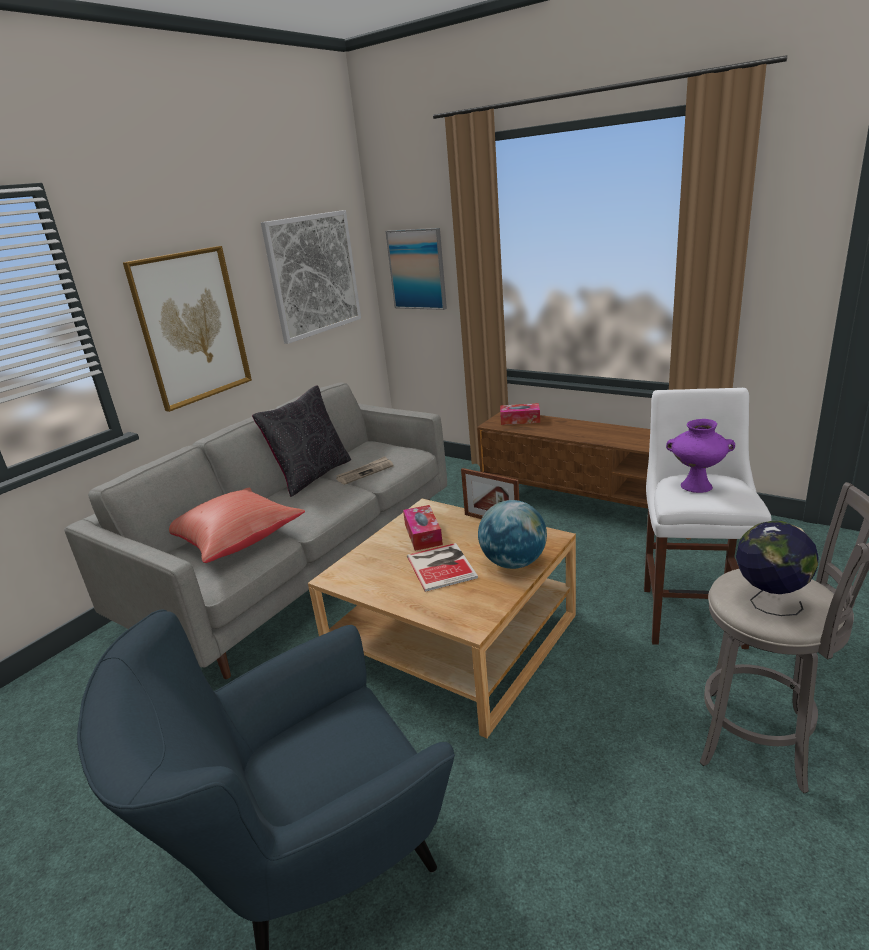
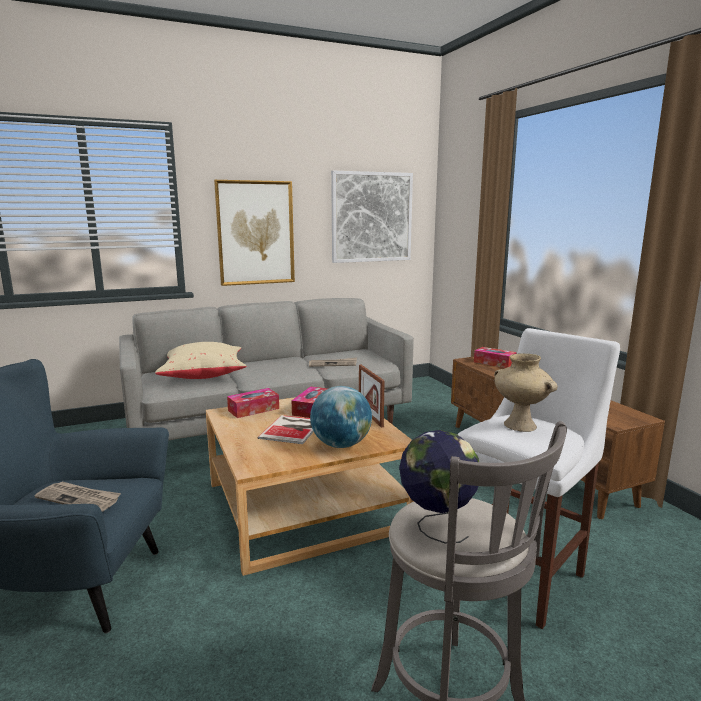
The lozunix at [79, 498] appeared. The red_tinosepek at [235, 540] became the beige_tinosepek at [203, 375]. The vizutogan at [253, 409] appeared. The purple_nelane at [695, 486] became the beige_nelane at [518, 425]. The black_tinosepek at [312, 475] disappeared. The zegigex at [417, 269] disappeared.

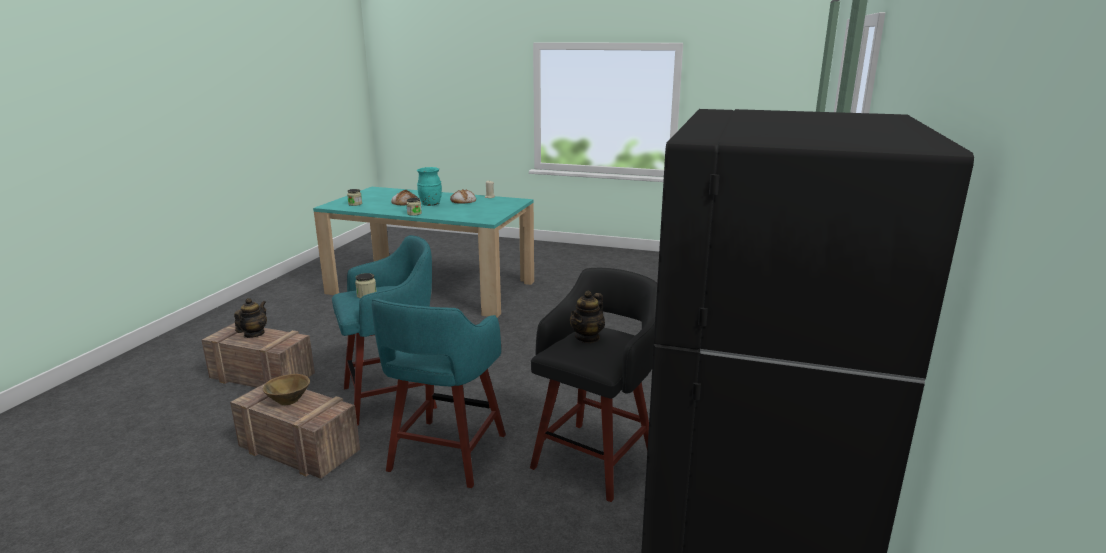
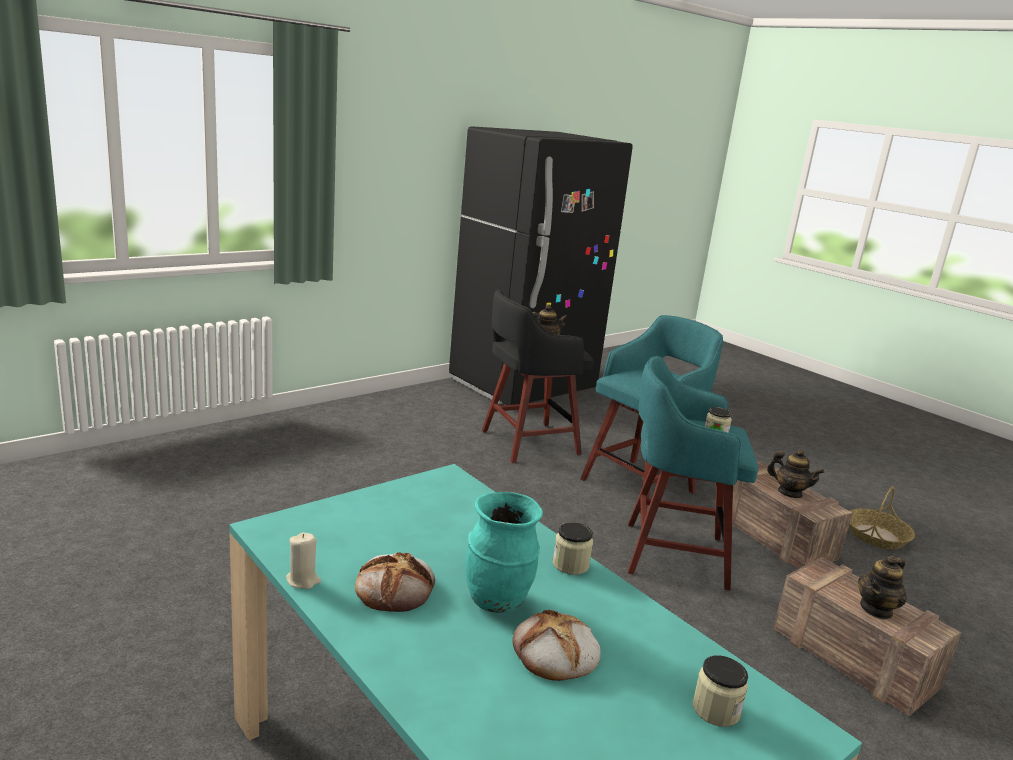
The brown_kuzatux at [289, 400] was replaced by the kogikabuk at [789, 493]. The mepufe at [876, 536] appeared.

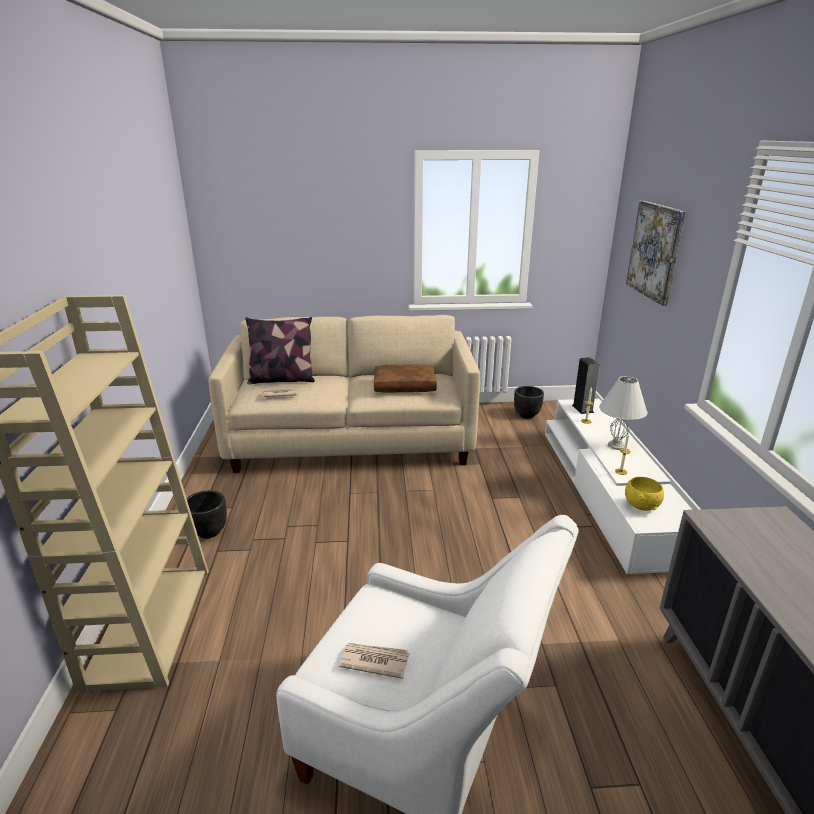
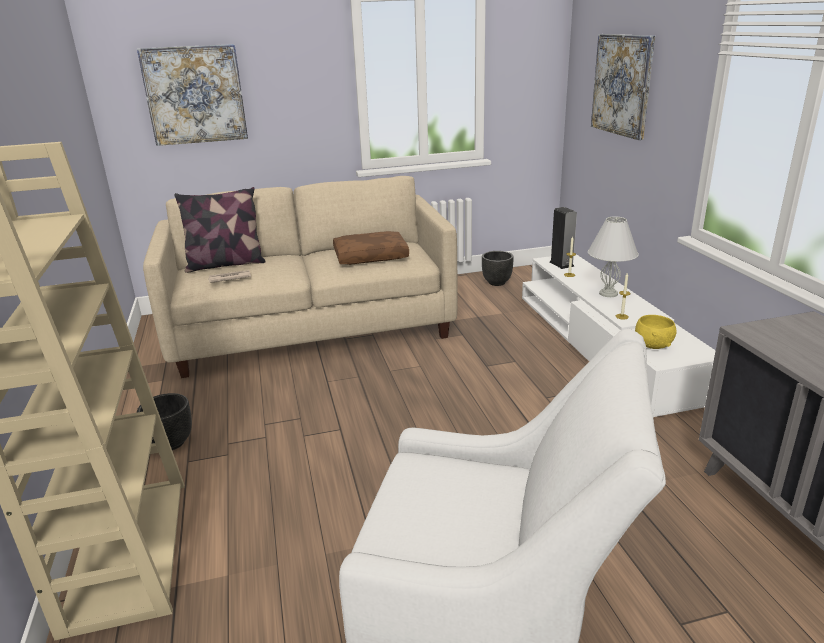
The zegigex at [195, 95] appeared. The lozunix at [374, 661] disappeared.

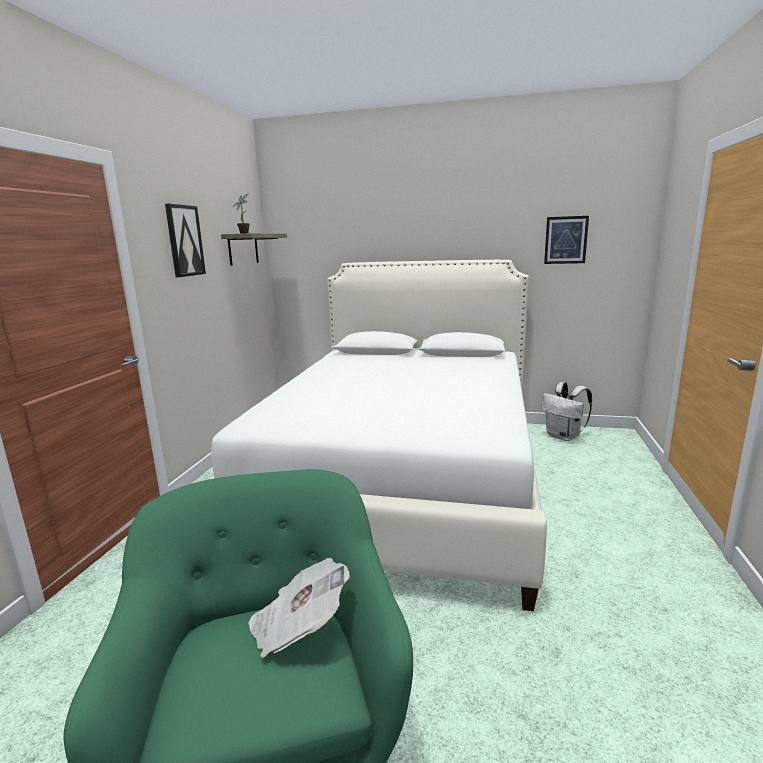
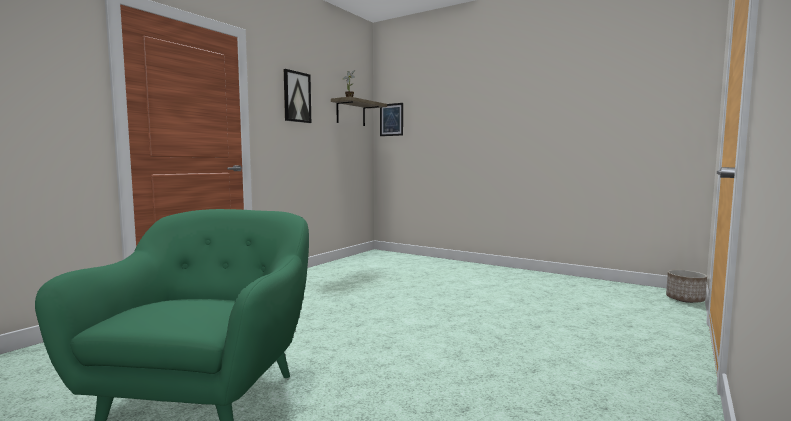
The zegigex moved from [566, 240] to [391, 119]. The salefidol at [685, 299] appeared. The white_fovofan at [403, 478] disappeared. The lozunix at [298, 627] disappeared. The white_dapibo at [564, 436] disappeared.

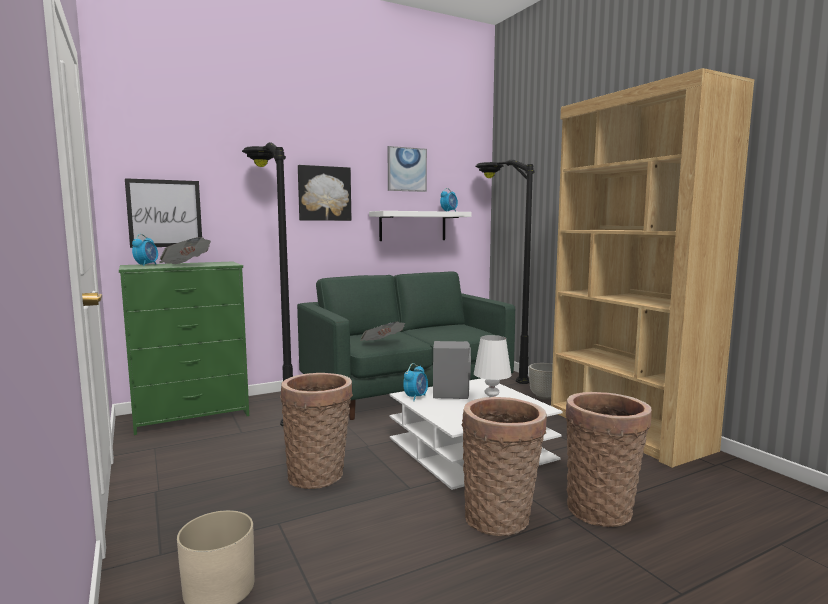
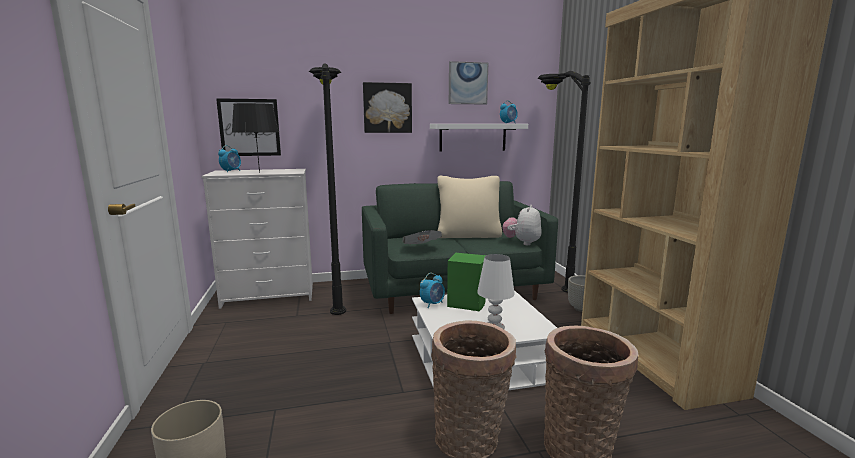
The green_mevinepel at [192, 415] became the white_mevinepel at [270, 295]. The lozunix at [185, 265] was replaced by the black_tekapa at [259, 172]. The beige_tinosepek at [468, 235] appeared. The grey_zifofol at [451, 393] became the green_zifofol at [467, 303]. The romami at [522, 243] appeared. The mepufe at [319, 474] disappeared.

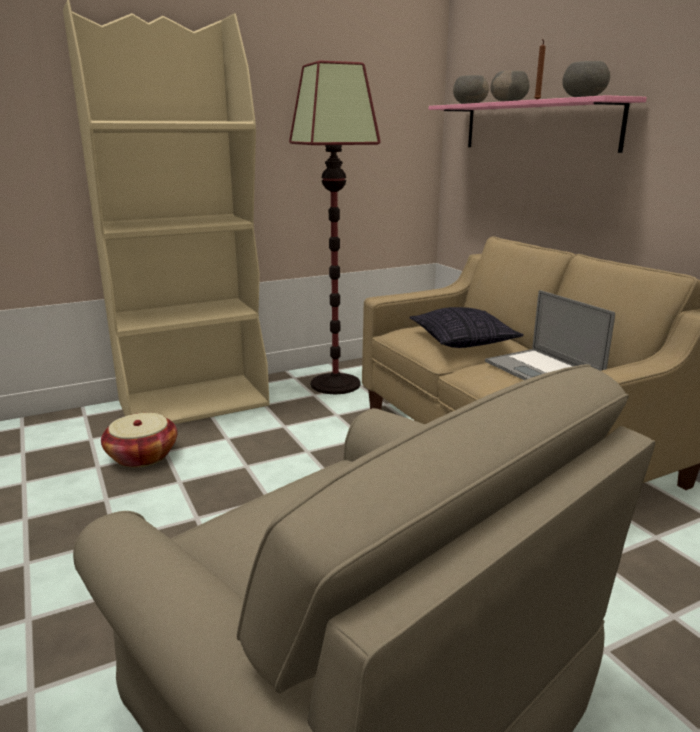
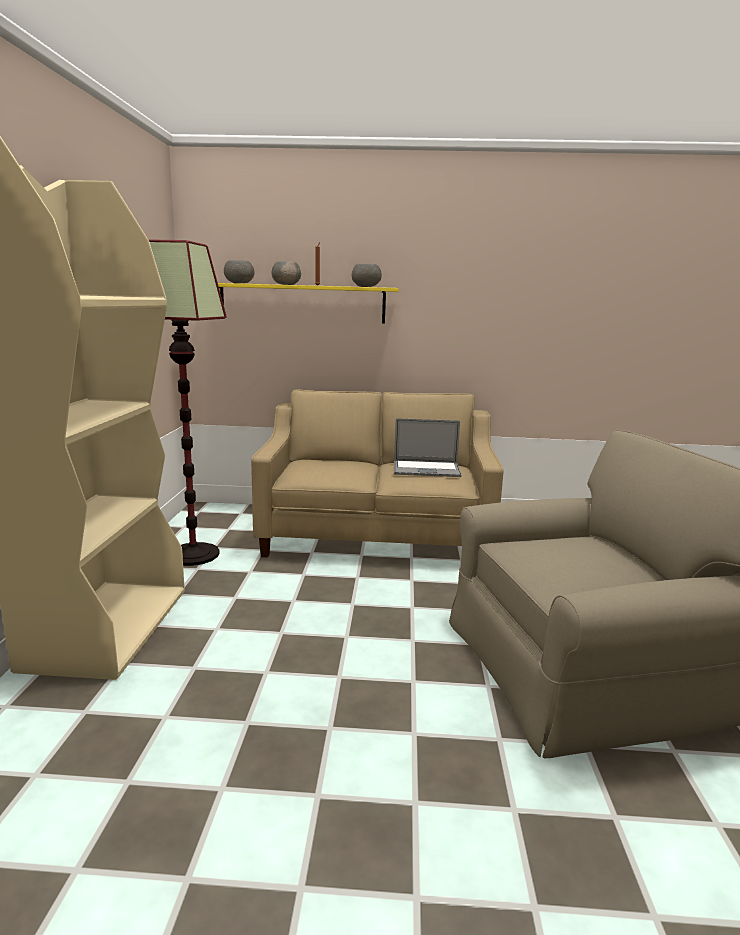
The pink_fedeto at [537, 126] became the yellow_fedeto at [302, 303]. The mepufe at [142, 456] disappeared. The tinosepek at [463, 341] disappeared.

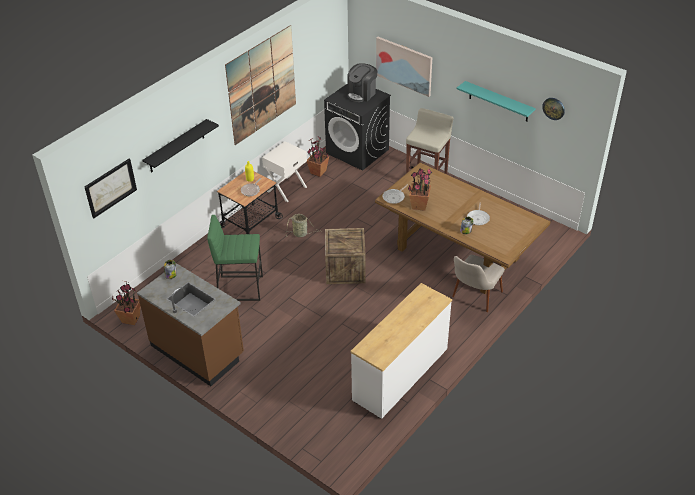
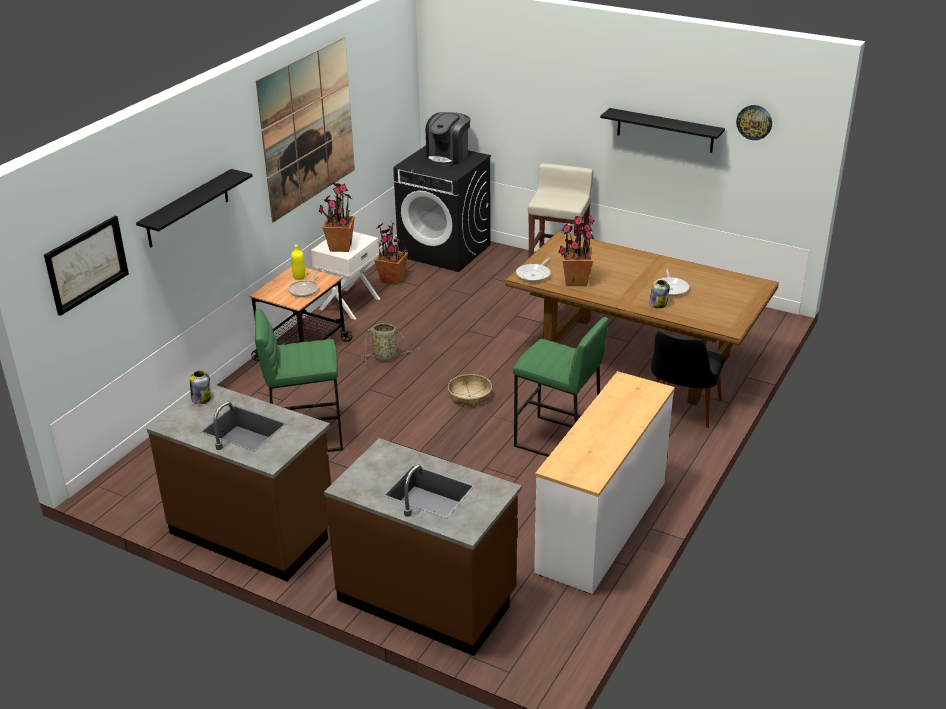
The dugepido moved from [130, 319] to [340, 247]. The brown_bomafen at [427, 597] appeared. The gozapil at [345, 270] was replaced by the mepufe at [469, 396]. The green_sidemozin at [557, 441] appeared. The turquoise_fedeto at [498, 102] became the black_fedeto at [665, 130]. The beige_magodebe at [473, 299] became the black_magodebe at [680, 413]. The zegigex at [404, 65] disappeared.

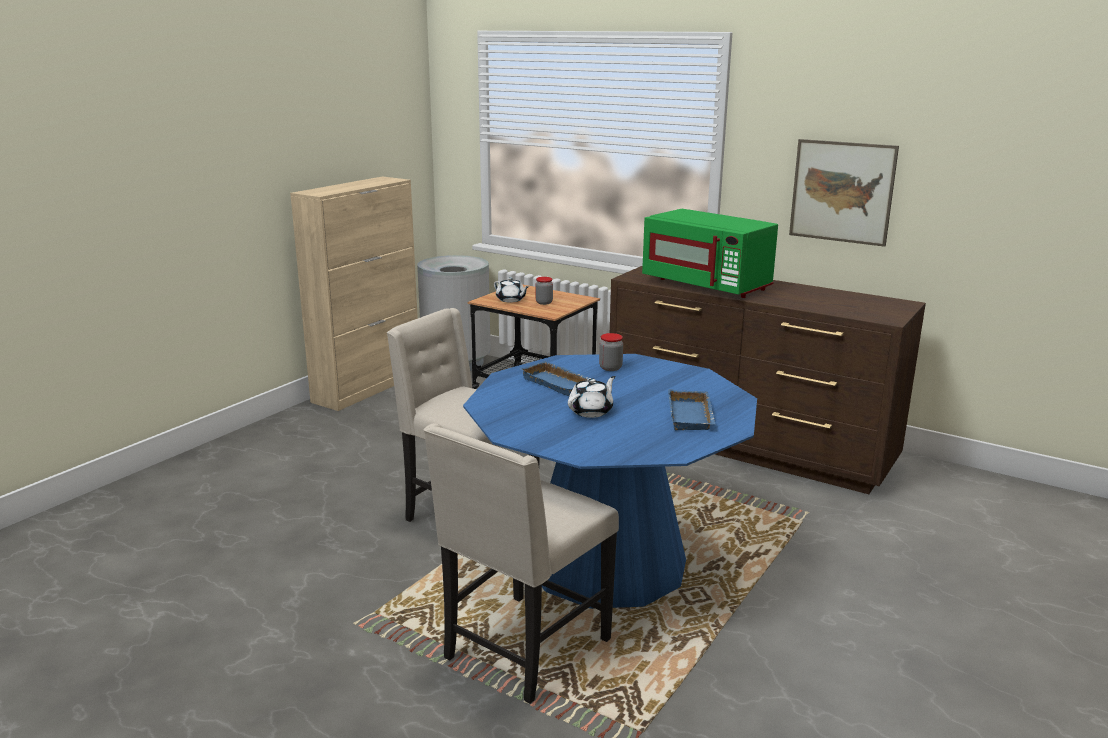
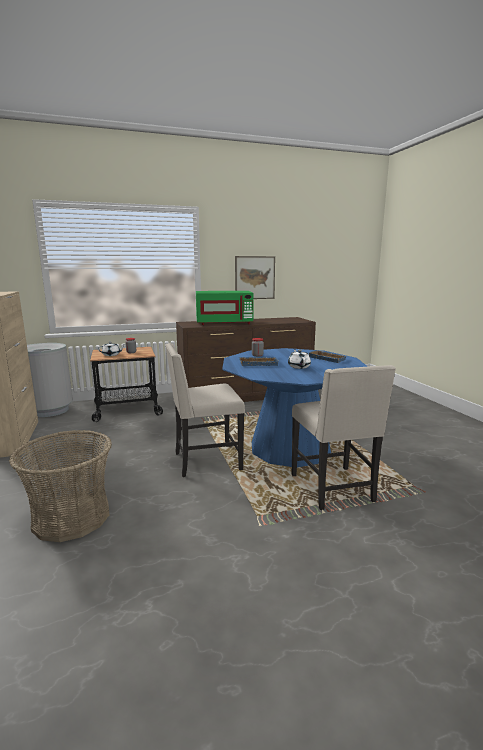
The mepufe at [71, 517] appeared.

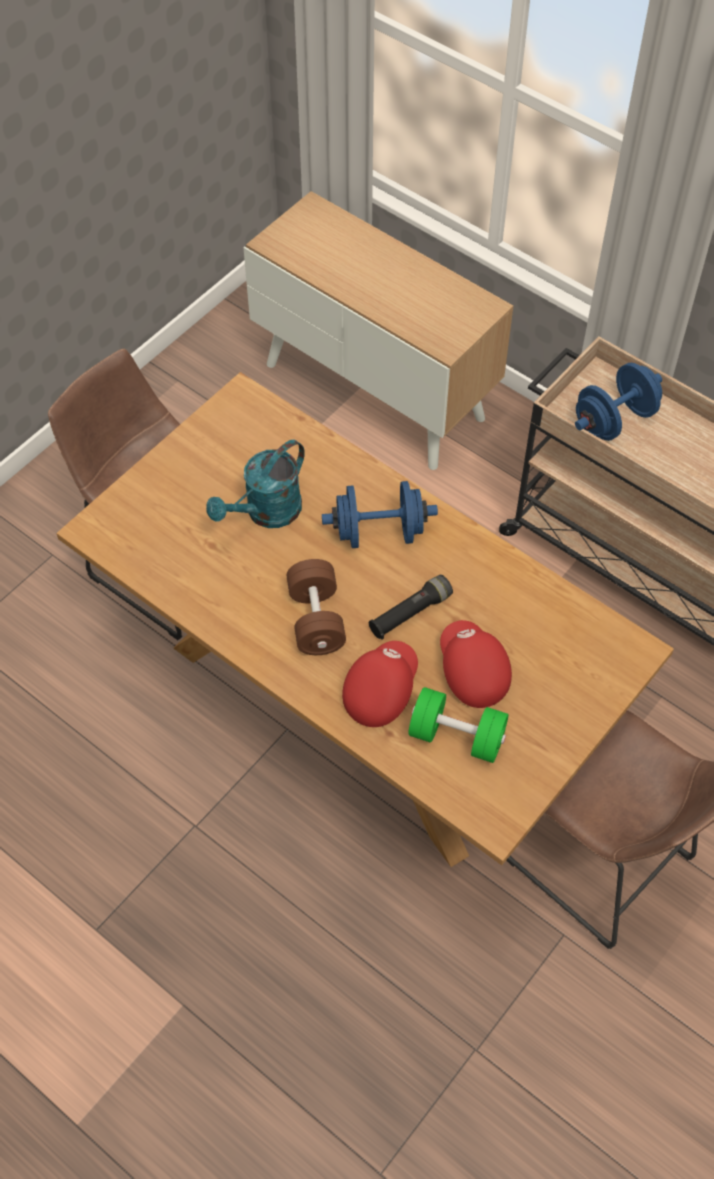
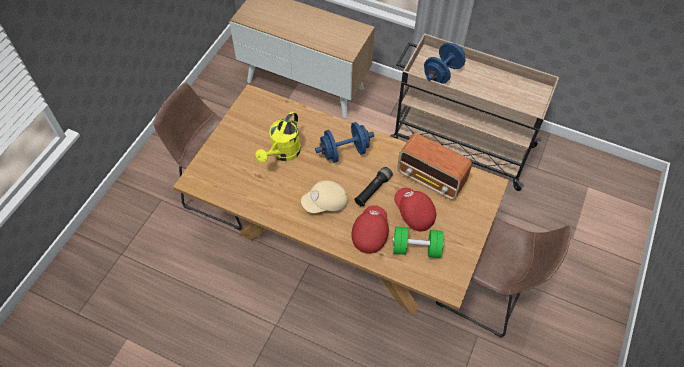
The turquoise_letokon at [266, 513] became the yellow_letokon at [283, 153]. The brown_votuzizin at [316, 620] was replaced by the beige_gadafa at [325, 203]. The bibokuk at [431, 179] appeared.

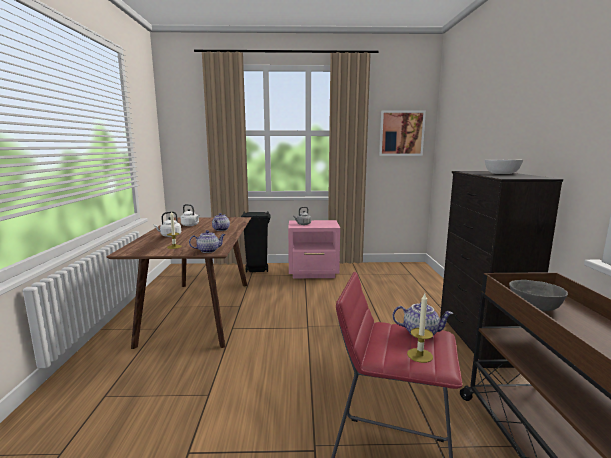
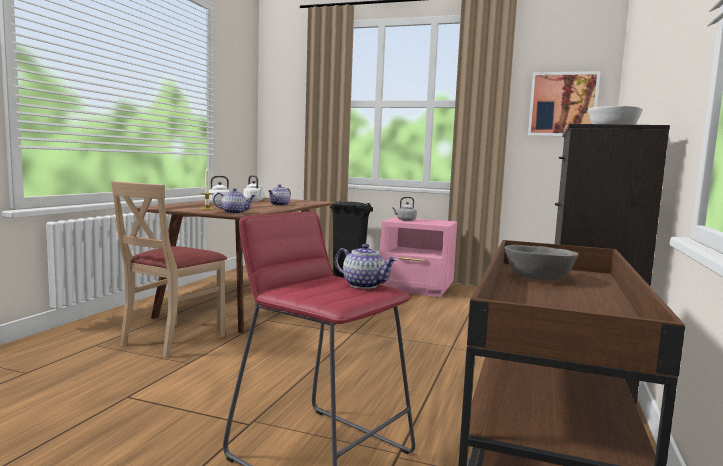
The beige_magodebe at [172, 339] appeared. The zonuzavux at [419, 355] disappeared.

